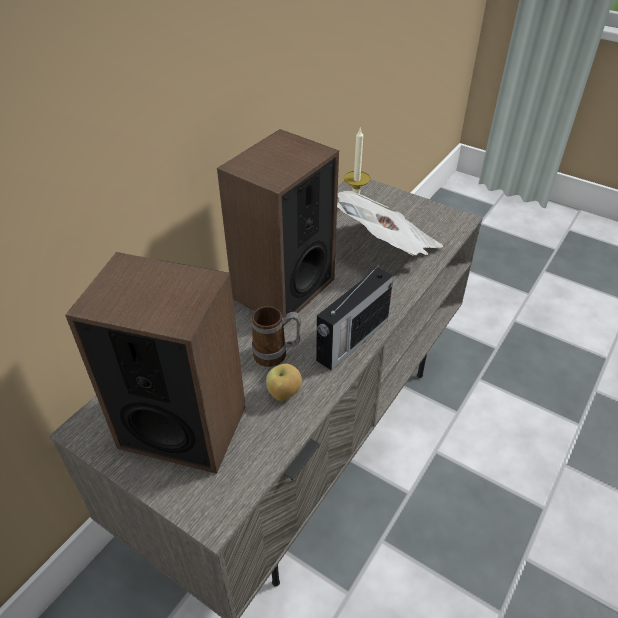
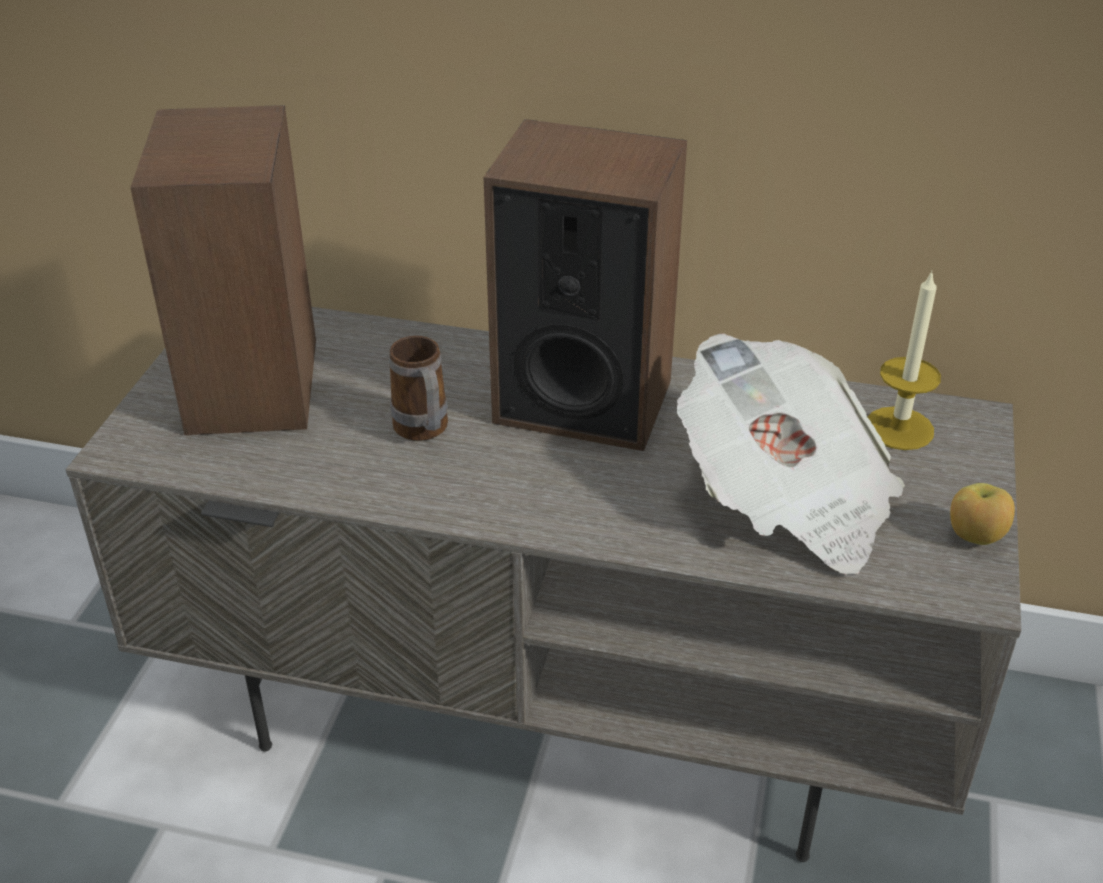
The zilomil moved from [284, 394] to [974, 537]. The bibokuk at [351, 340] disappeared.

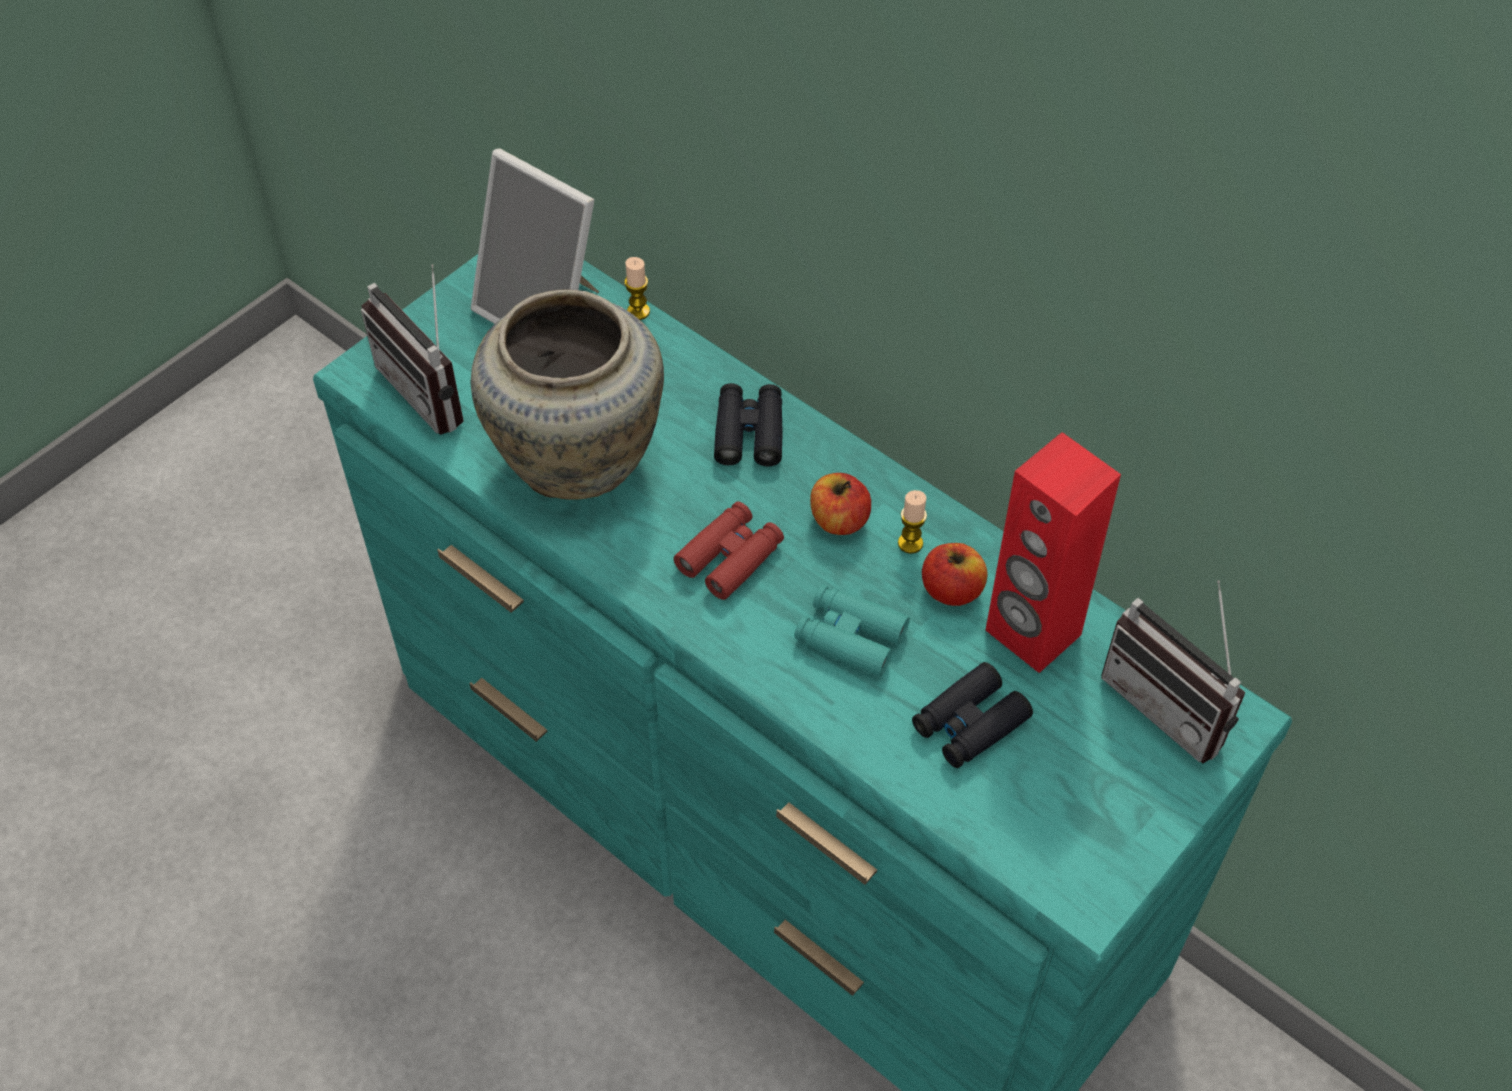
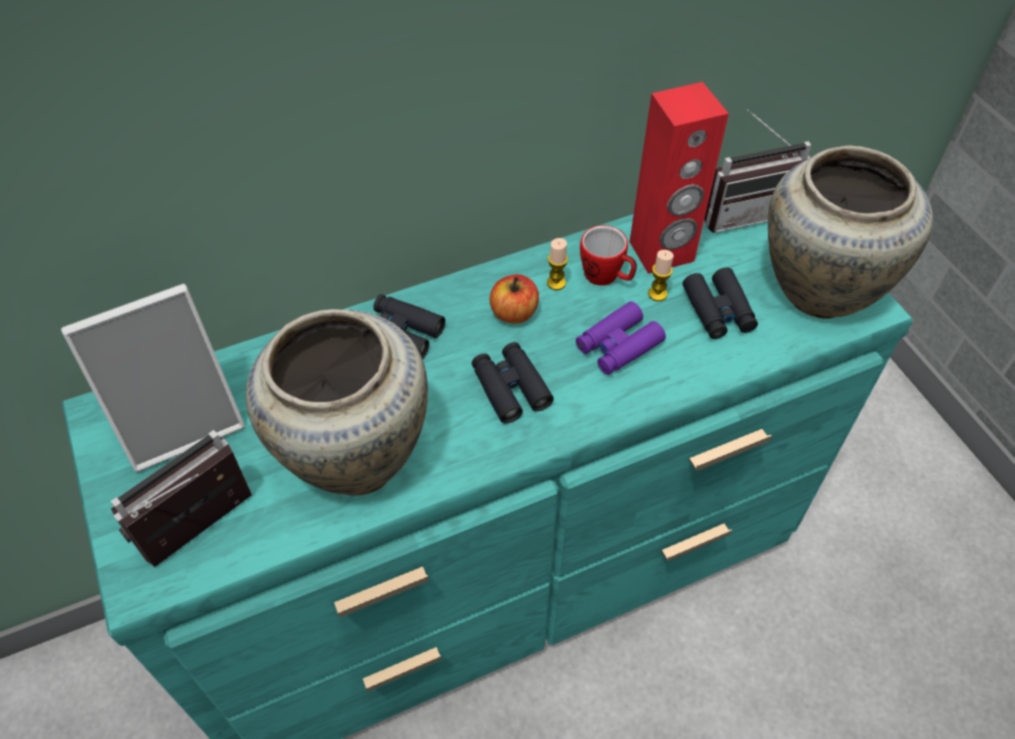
The bibokuk at [433, 390] turned 150 degrees clockwise. The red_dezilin at [730, 557] became the black_dezilin at [510, 388]. The turquoise_dezilin at [850, 637] became the purple_dezilin at [618, 345]. The zilomil at [951, 590] was replaced by the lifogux at [607, 277]. The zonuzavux moved from [638, 311] to [657, 294]. The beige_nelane at [821, 284] appeared.

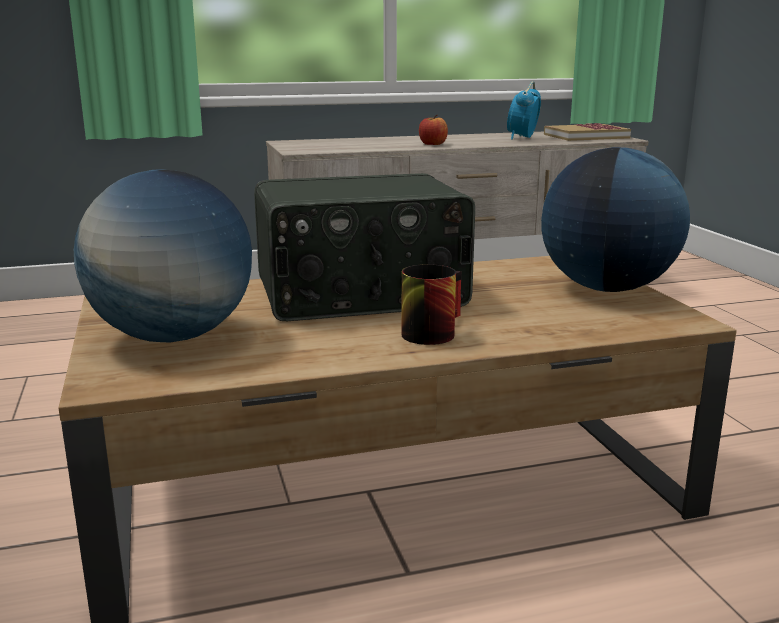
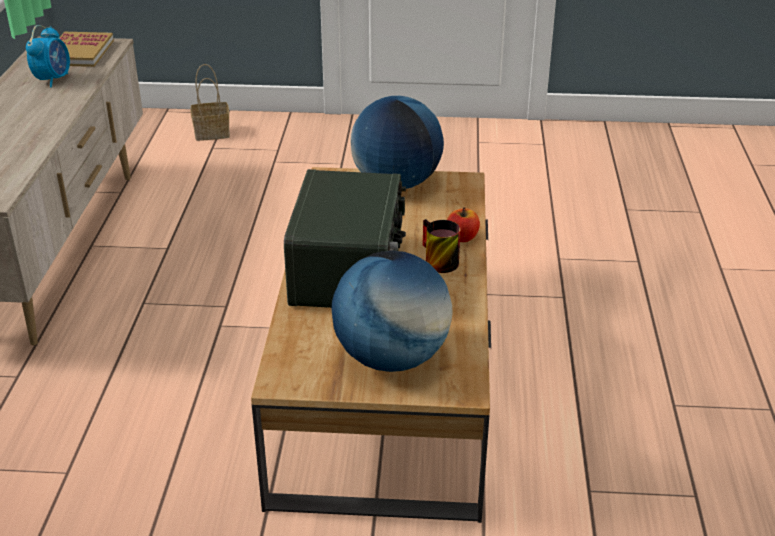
The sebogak at [522, 138] turned 120 degrees counterclockwise. The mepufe at [210, 134] appeared. The zilomil moved from [432, 144] to [462, 237].

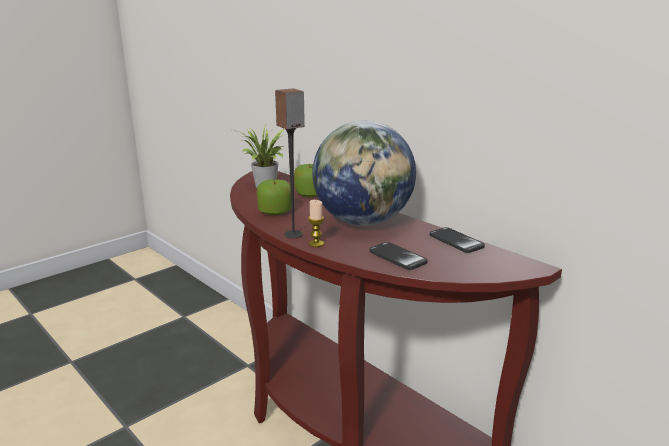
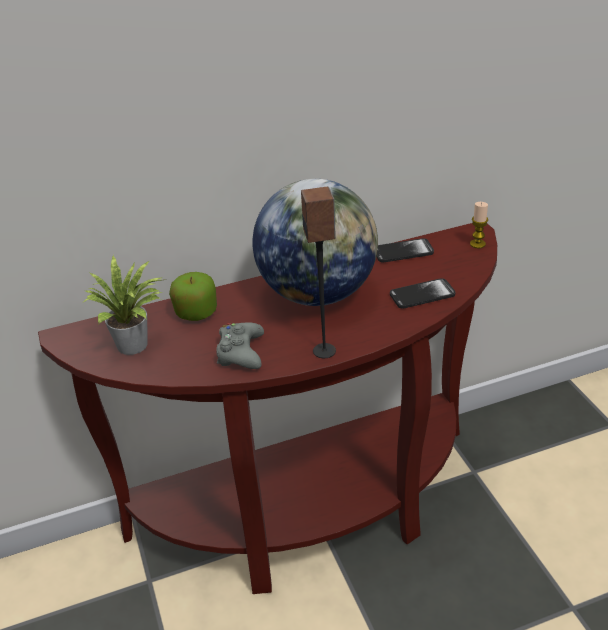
The zilomil at [275, 212] was replaced by the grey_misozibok at [240, 352]. The zonuzavux moved from [316, 244] to [477, 244].

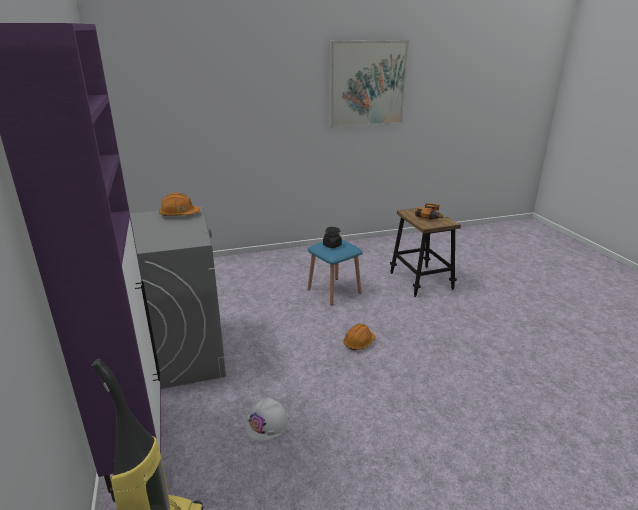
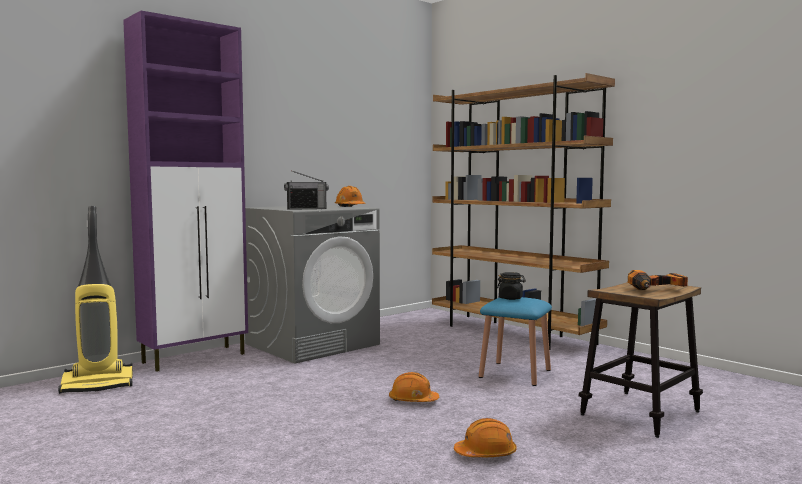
The bibokuk at [306, 209] appeared. The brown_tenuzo at [512, 333] appeared. The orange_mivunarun at [486, 454] appeared. The white_mivunarun at [267, 423] disappeared. The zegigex at [367, 84] disappeared.

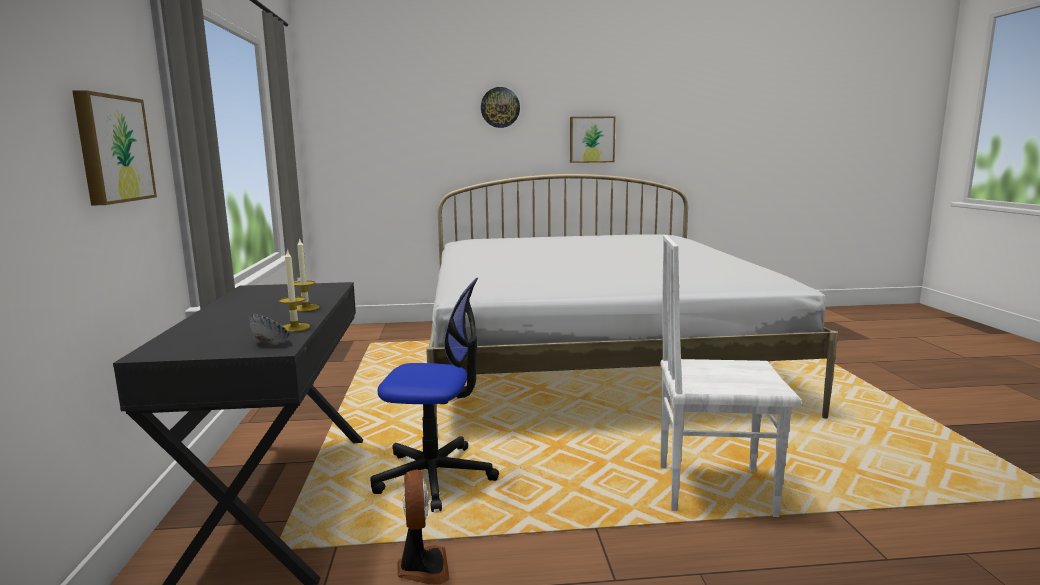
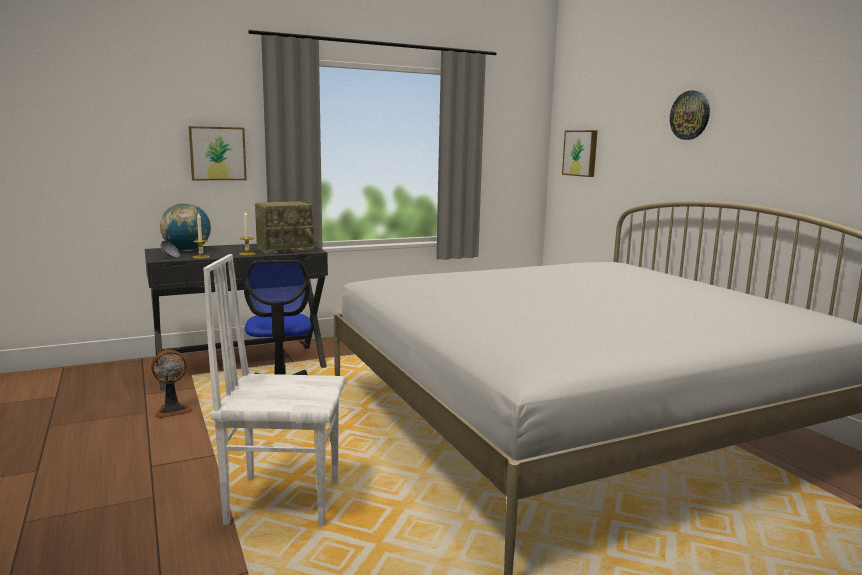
The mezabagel at [187, 250] appeared. The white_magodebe at [713, 489] turned 75 degrees counterclockwise. The bibokuk at [286, 249] appeared. The zegigex moved from [591, 139] to [581, 153].

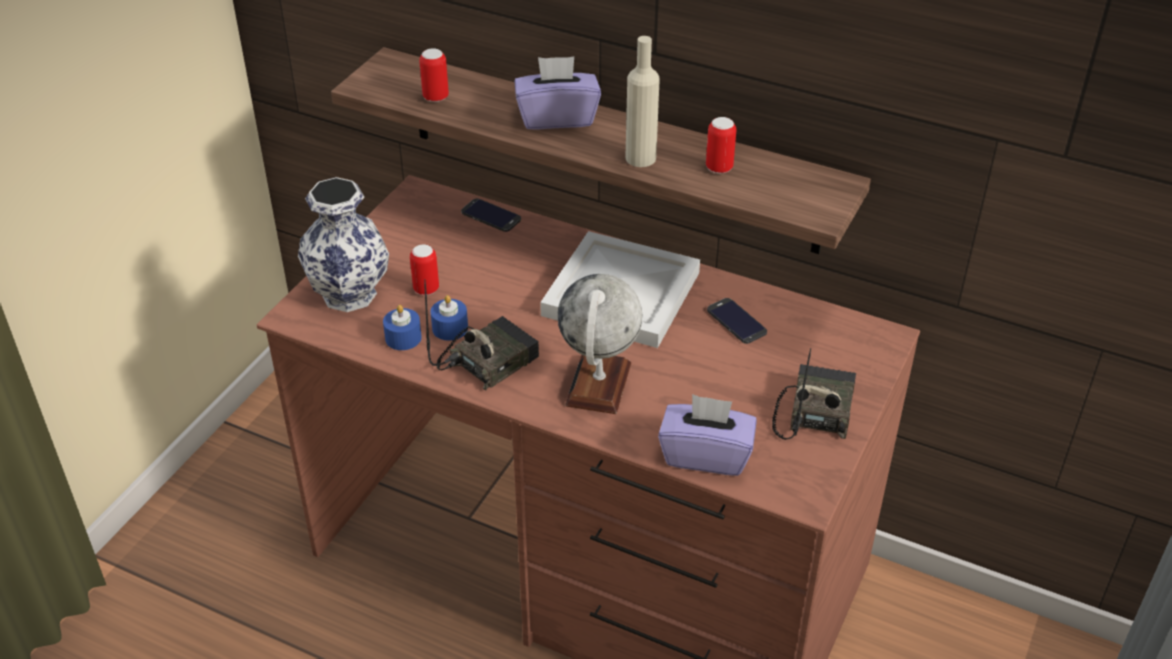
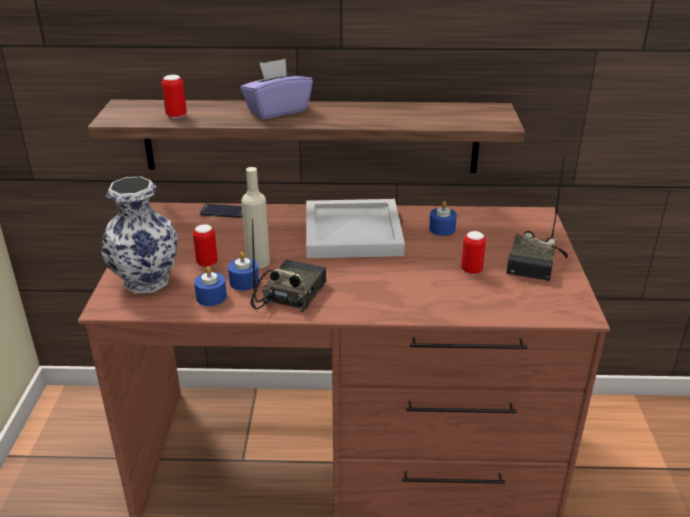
The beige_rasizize moved from [640, 158] to [258, 262]. The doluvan at [736, 321] was replaced by the blue_zonuzavux at [442, 229]. The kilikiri moved from [719, 168] to [471, 270]. The bibokuk at [813, 411] turned 150 degrees counterclockwise. The mezabagel at [599, 384] disappeared. The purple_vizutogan at [706, 455] disappeared.

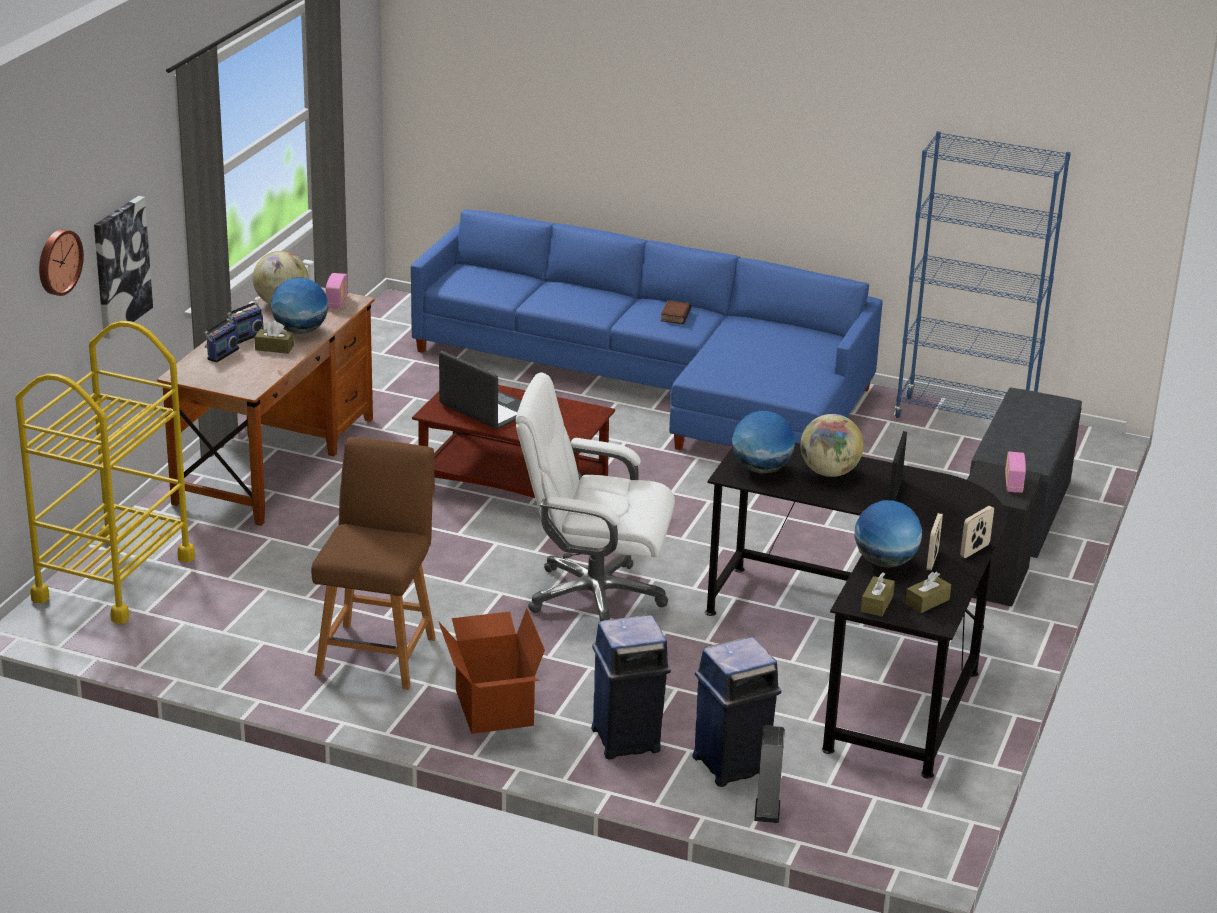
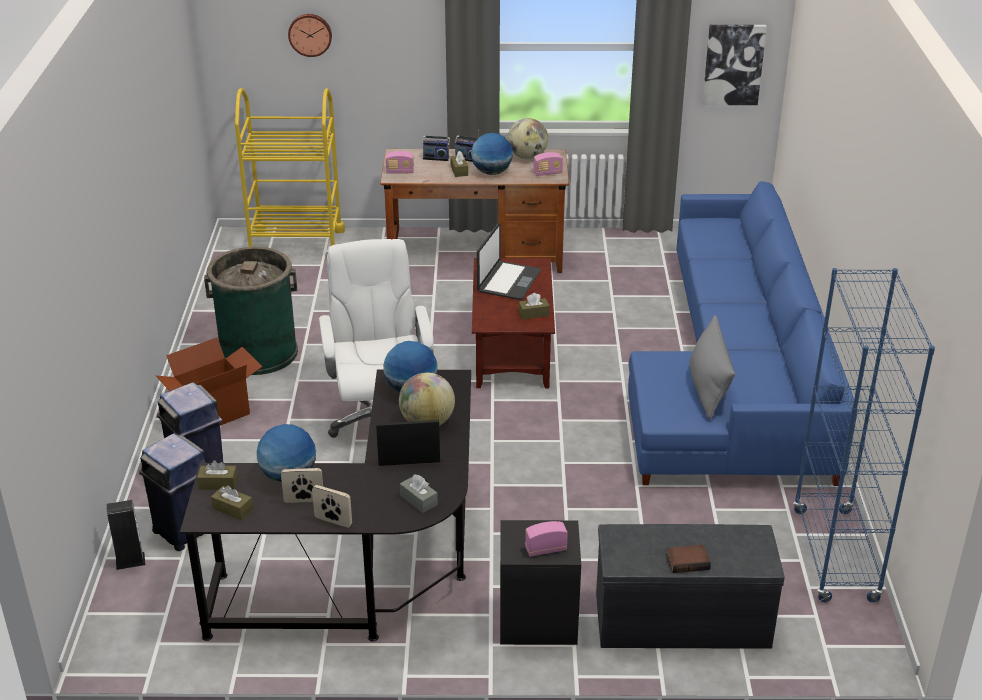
The brown_magodebe at [377, 653] was replaced by the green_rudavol at [259, 353]. The bibokuk at [400, 172] appeared. The grey_vizutogan at [418, 500] appeared. The brown_vizutogan at [533, 314] appeared. The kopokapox moved from [674, 315] to [688, 561]. The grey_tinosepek at [708, 388] appeared. The zegigex moved from [120, 266] to [733, 64].

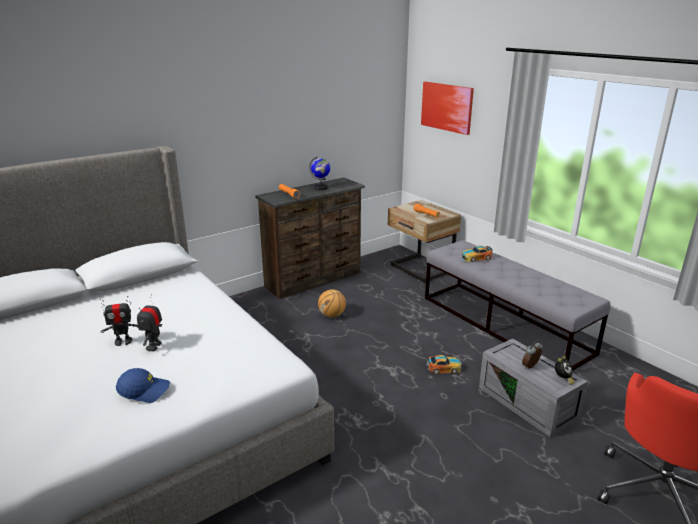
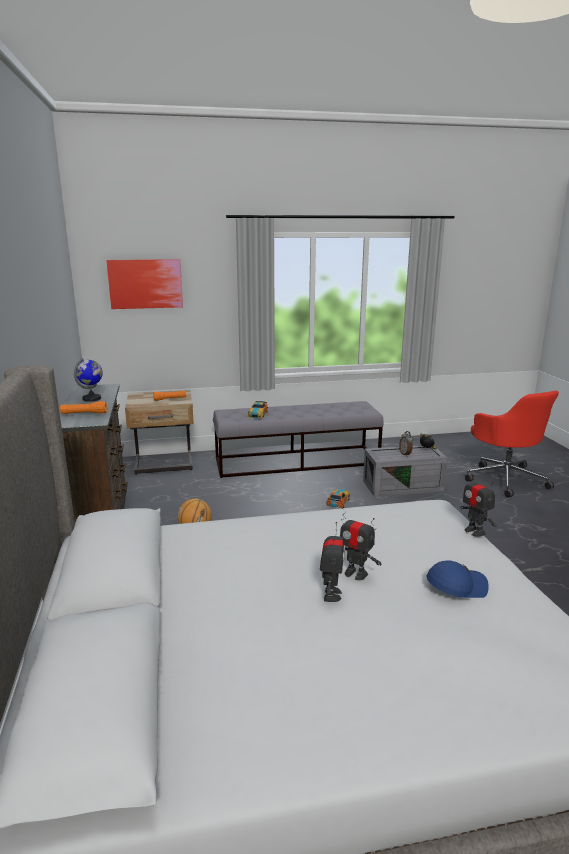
The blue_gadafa at [144, 390] turned 45 degrees clockwise. The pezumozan at [474, 531] appeared.

